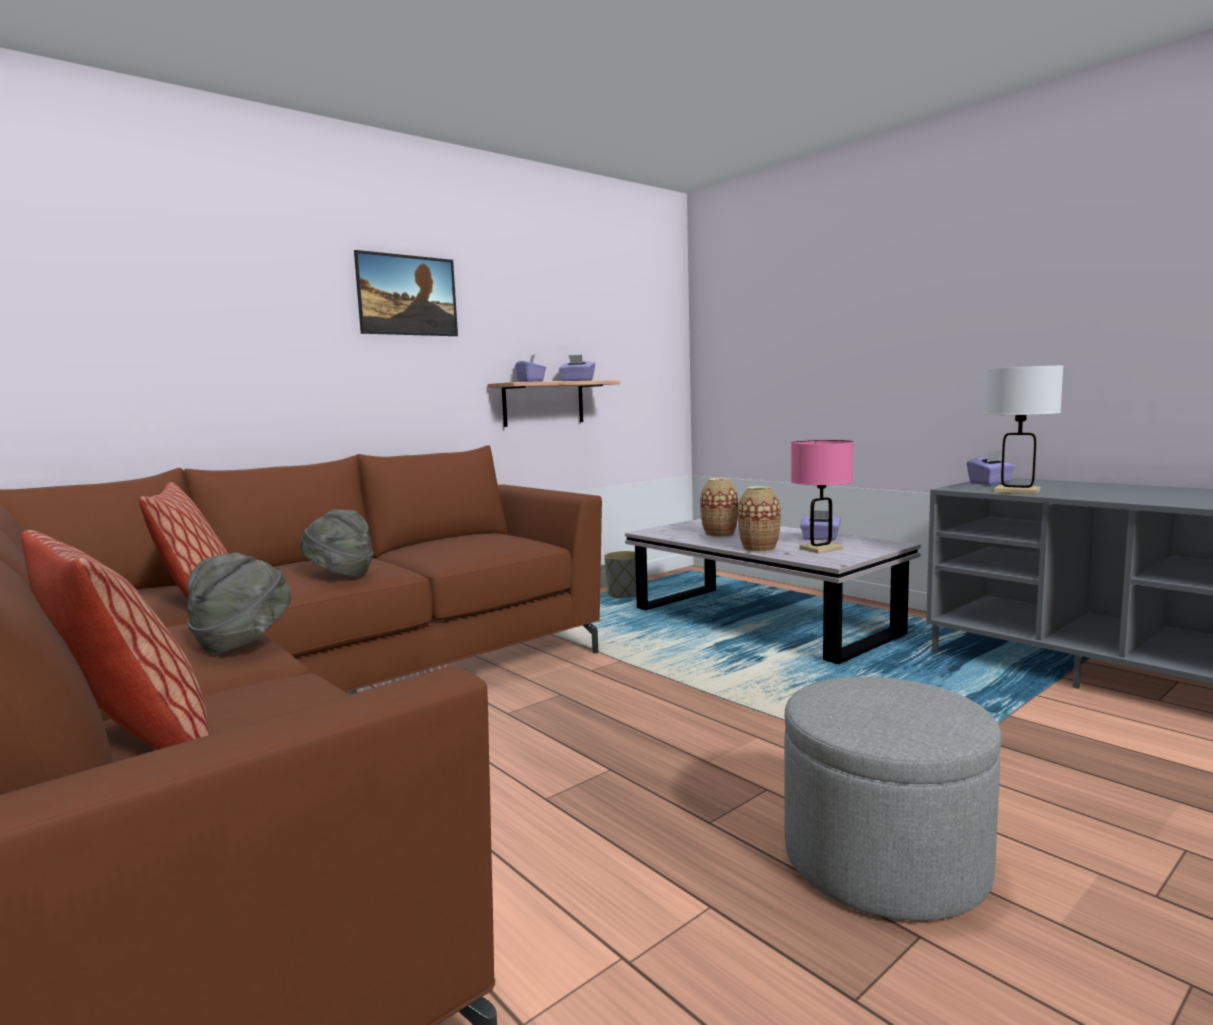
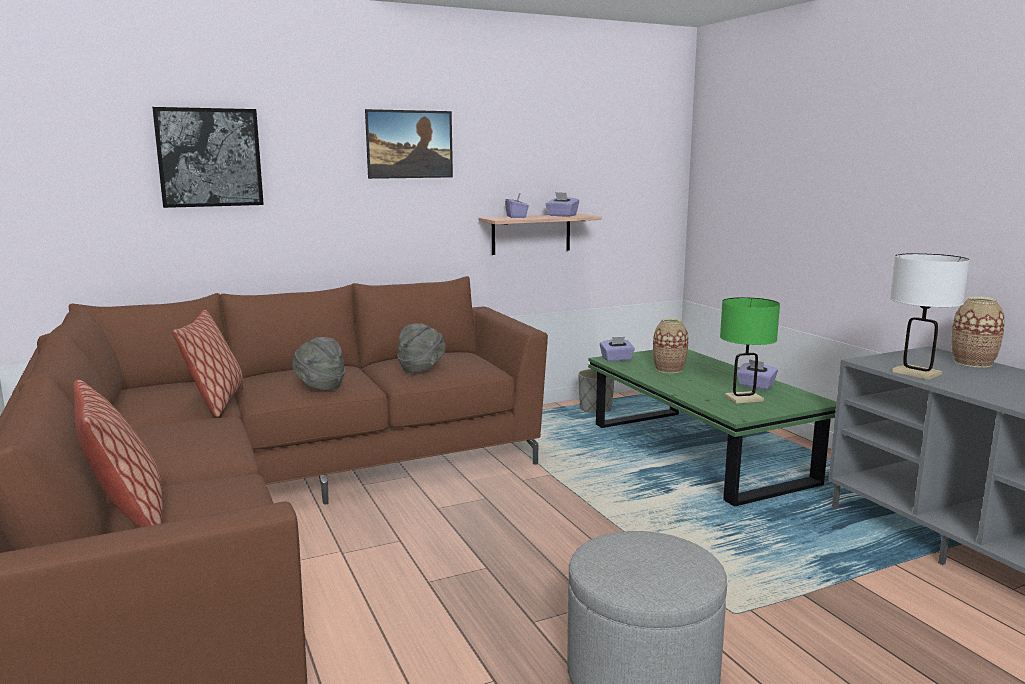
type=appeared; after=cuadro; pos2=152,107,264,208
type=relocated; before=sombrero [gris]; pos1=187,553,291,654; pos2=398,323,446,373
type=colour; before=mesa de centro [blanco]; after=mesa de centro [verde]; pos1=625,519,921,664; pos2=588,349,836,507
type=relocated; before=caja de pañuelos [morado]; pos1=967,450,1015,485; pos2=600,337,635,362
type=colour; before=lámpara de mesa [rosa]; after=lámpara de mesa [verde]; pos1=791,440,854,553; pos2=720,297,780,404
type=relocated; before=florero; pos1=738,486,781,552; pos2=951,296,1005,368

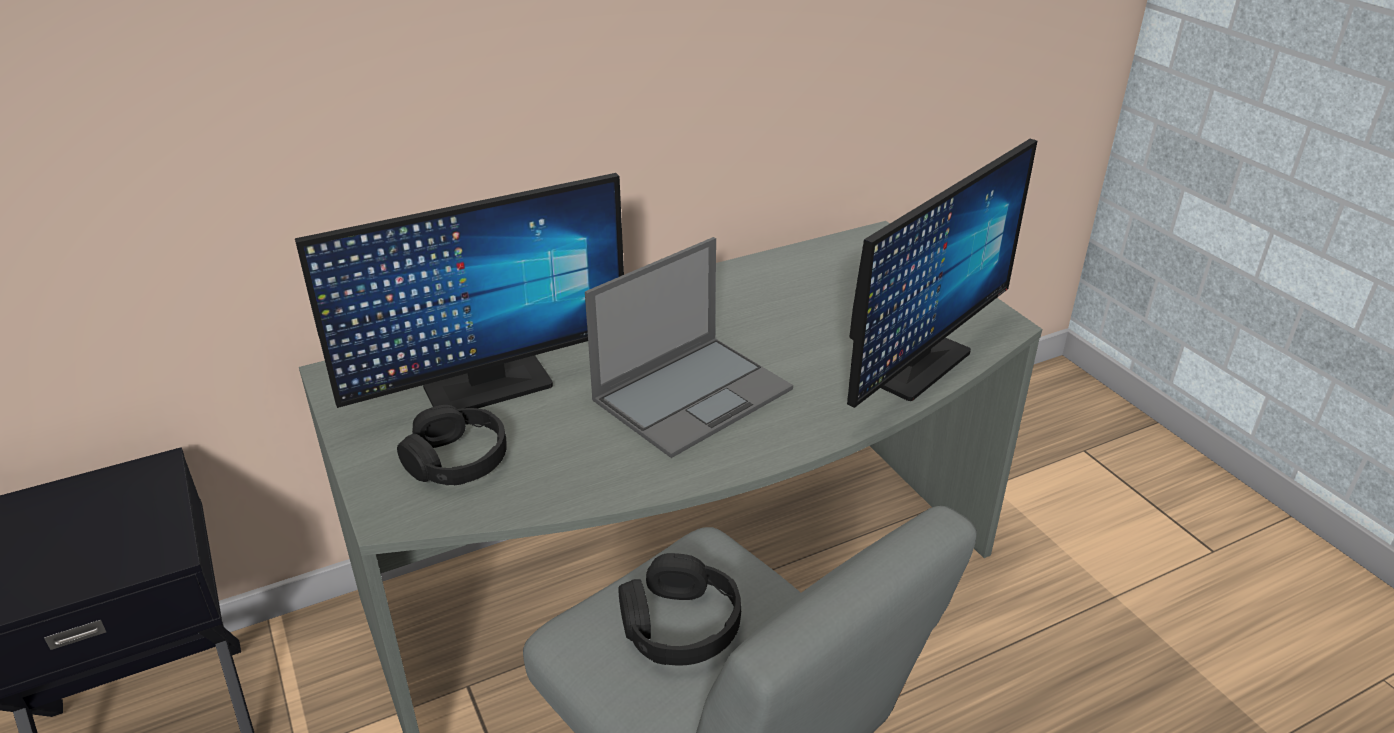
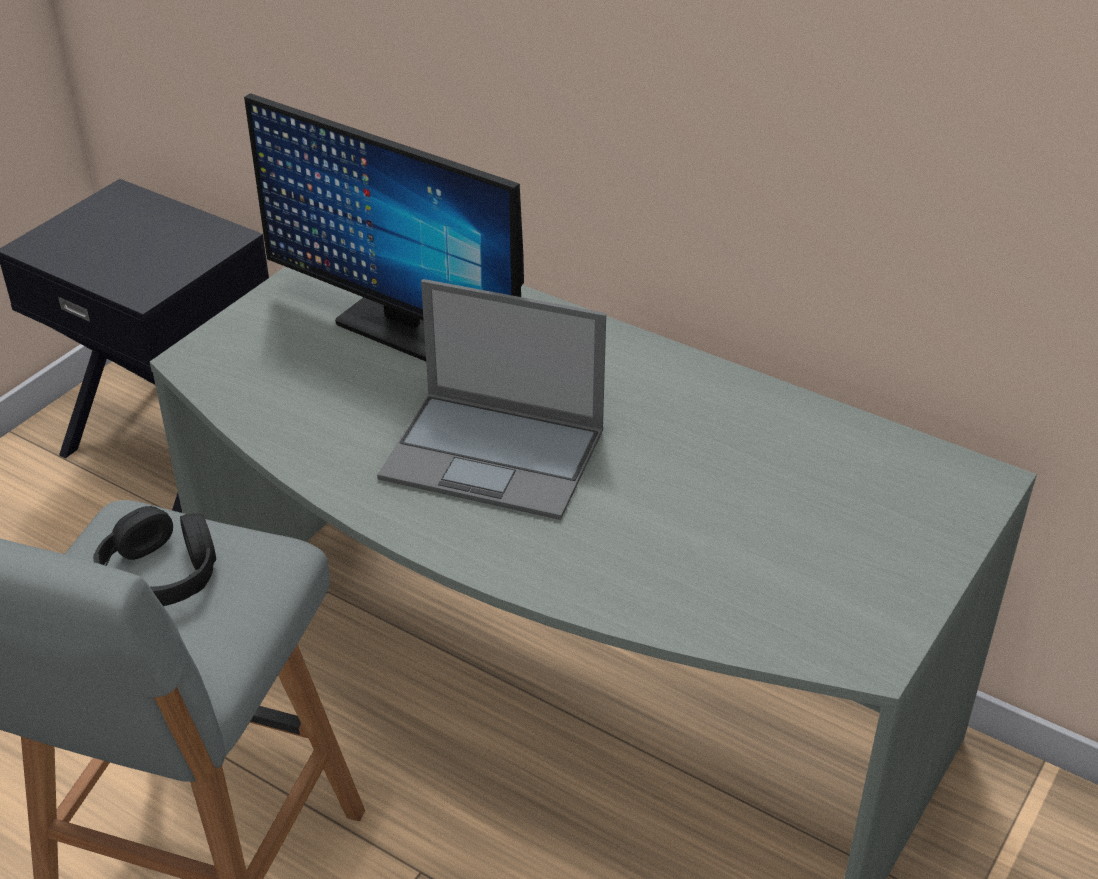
type=missing; before=auriculares [negro]; pos1=397,405,507,485
type=missing; before=monitor; pos1=847,139,1037,408

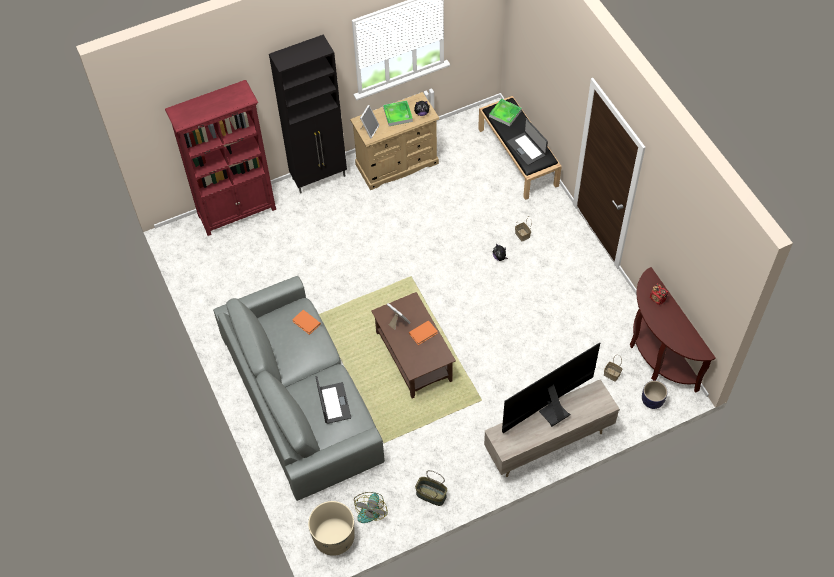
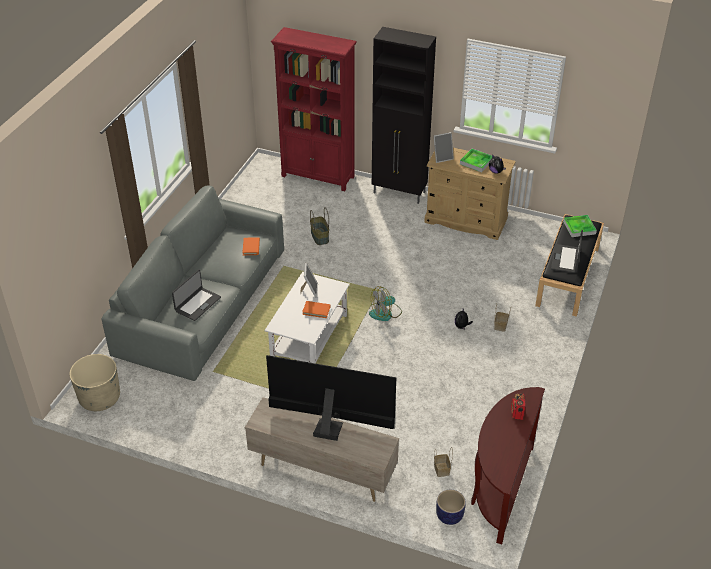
type=colour; before=mesa de centro [marrón]; after=mesa de centro [blanco]; pos1=371,292,456,399; pos2=265,272,350,363
type=relocated; before=cesta; pos1=415,470,447,506; pos2=310,207,329,245
type=relocated; before=ventilador; pos1=354,492,388,523; pos2=369,286,402,321

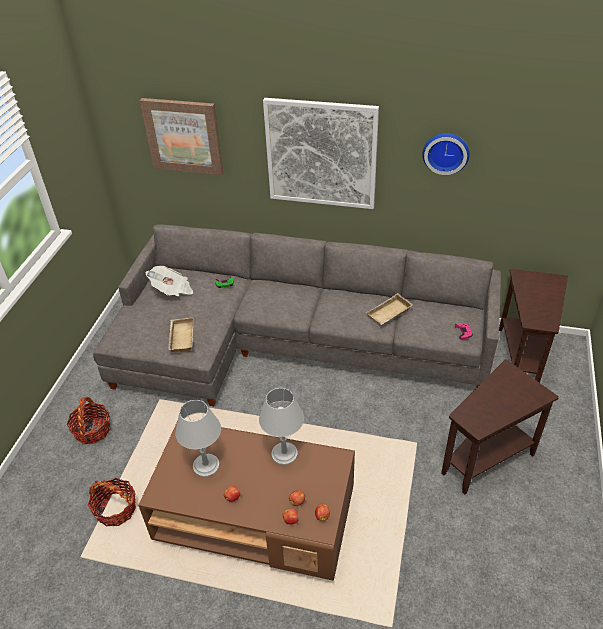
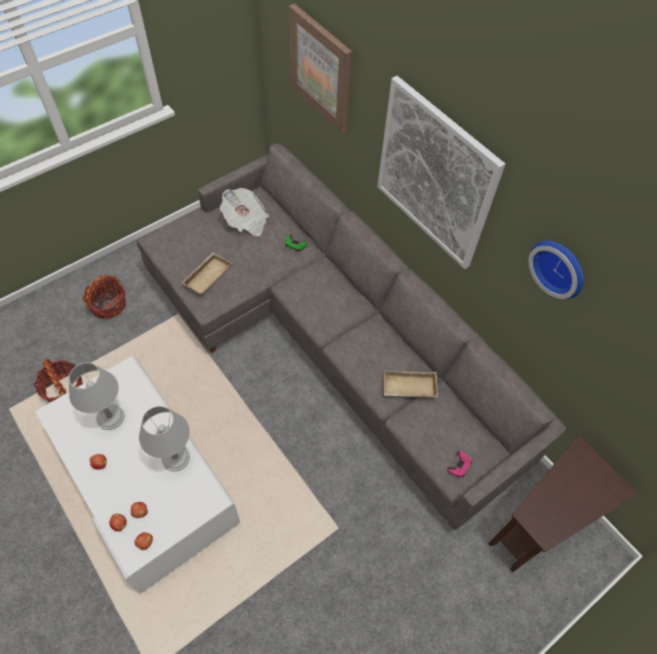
type=colour; before=mesa de centro [marrón]; after=mesa de centro [blanco]; pos1=138,421,355,581; pos2=35,356,240,593
type=missing; before=mesa auxiliar [marrón]; pos1=441,359,559,495

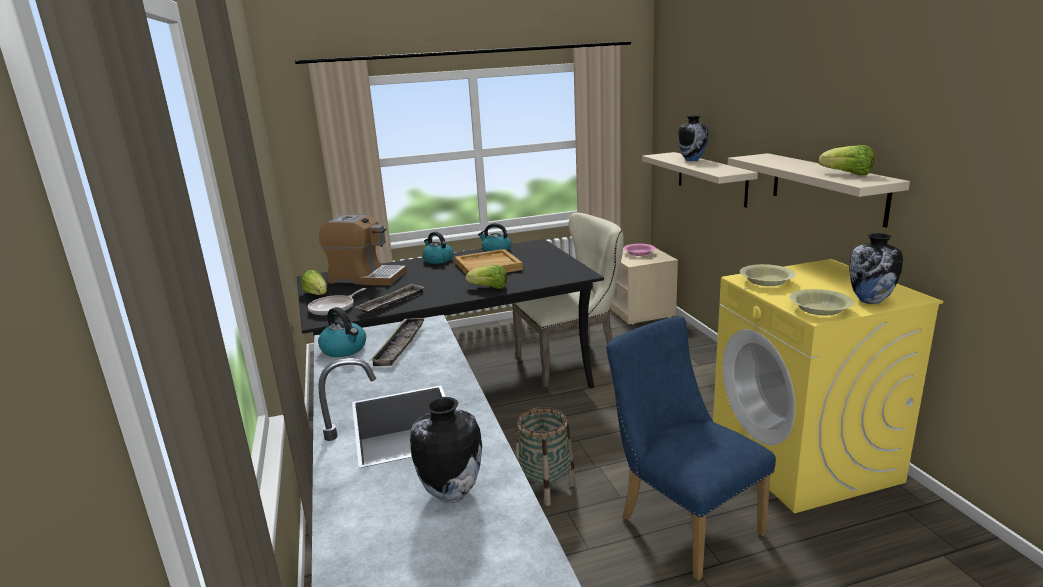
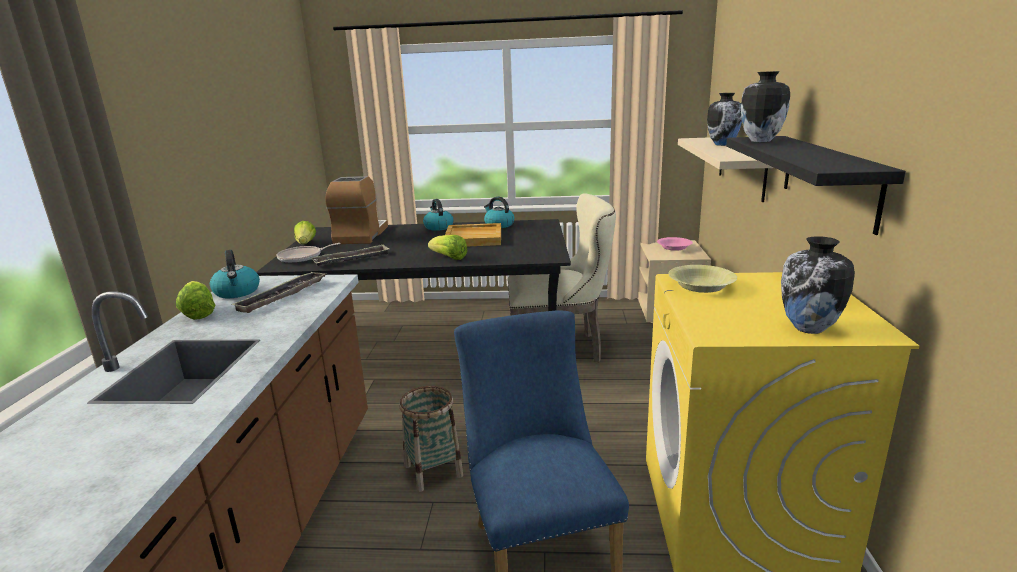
type=relocated; before=lechuga; pos1=819,145,874,175; pos2=176,281,215,320
type=spun; before=cafetera; pos1=319,215,407,286; pos2=325,176,388,244; turn=-120
type=colour; before=estante [beis]; after=estante [negro]; pos1=728,153,910,228; pos2=726,136,906,235
type=relocated; before=florero; pos1=410,397,482,503; pos2=741,71,790,142
type=missing; before=cuenco [amarillo]; pos1=789,289,854,315

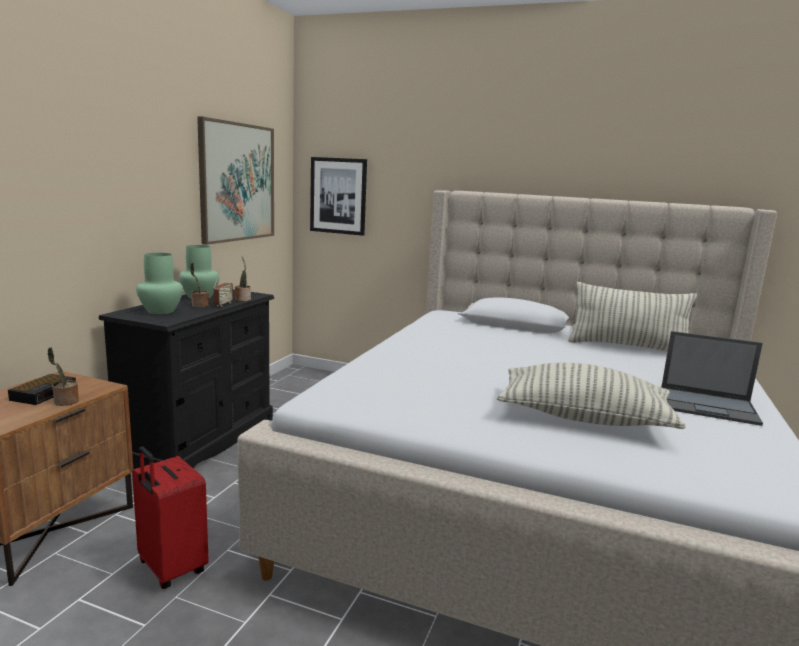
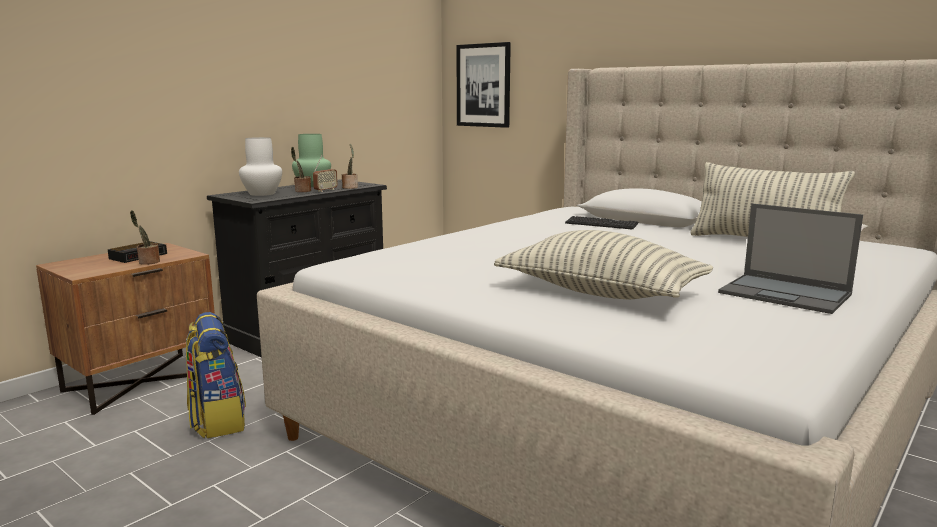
type=exchanged; before=maleta [rojo]; after=mochila; pos1=132,446,209,589; pos2=186,312,246,438
type=colour; before=florero [verde]; after=florero [blanco]; pos1=136,253,183,314; pos2=239,137,282,196
type=appeared; after=teclado; pos2=565,216,639,230
type=missing; before=cuadro; pos1=197,116,274,245

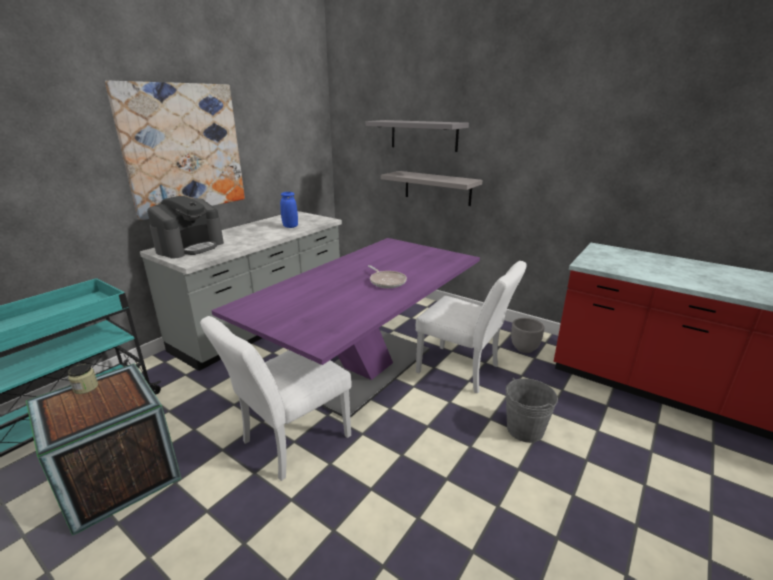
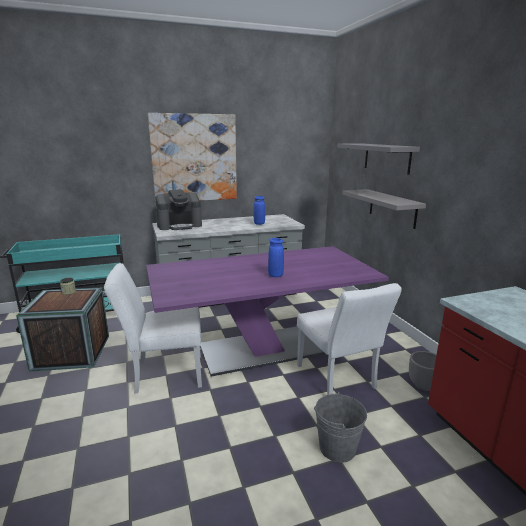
type=exchanged; before=sartén; after=florero [azul]; pos1=368,265,407,288; pos2=268,238,284,277

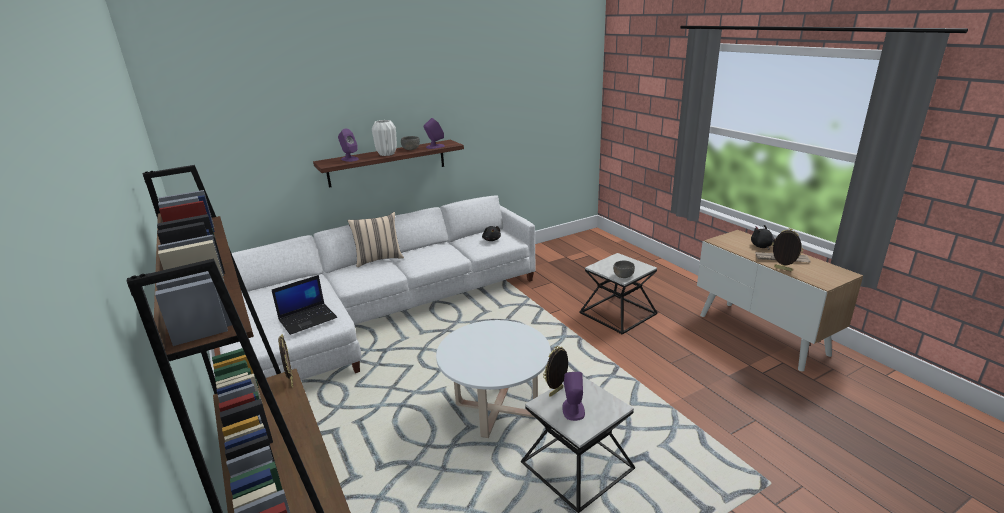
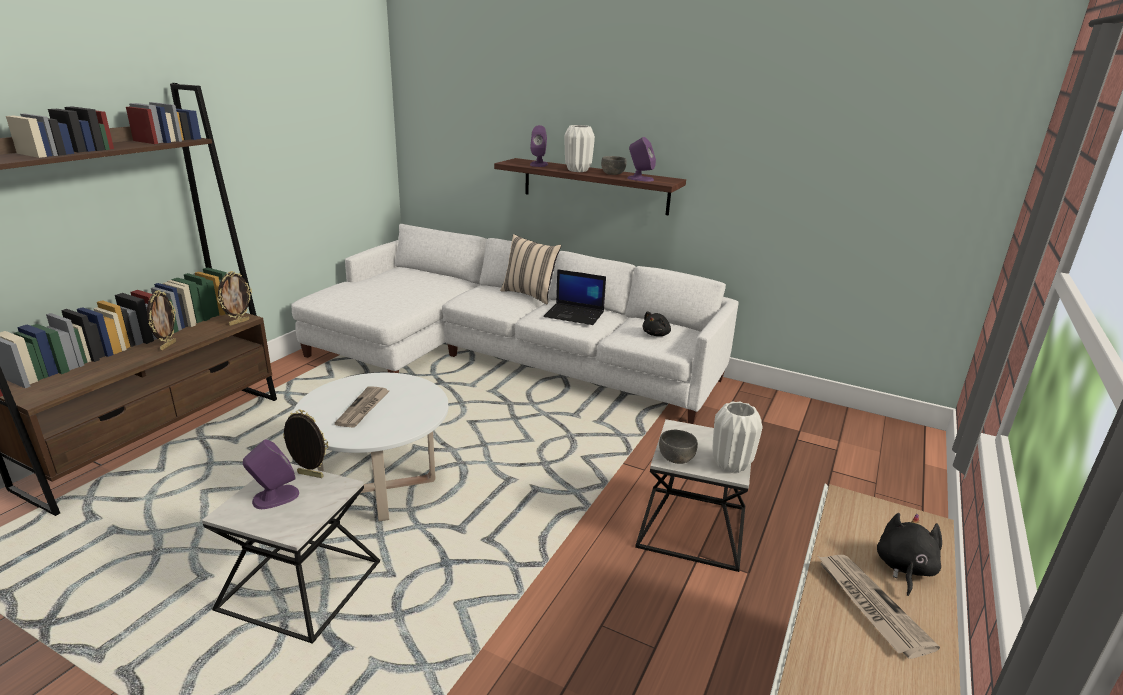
type=relocated; before=portarretratos; pos1=772,228,804,271; pos2=147,290,176,350
type=appeared; after=periódico; pos2=335,386,389,428
type=relocated; before=portátil; pos1=272,275,337,335; pos2=543,269,606,325
type=appeared; after=florero [blanco]; pos2=713,401,763,473

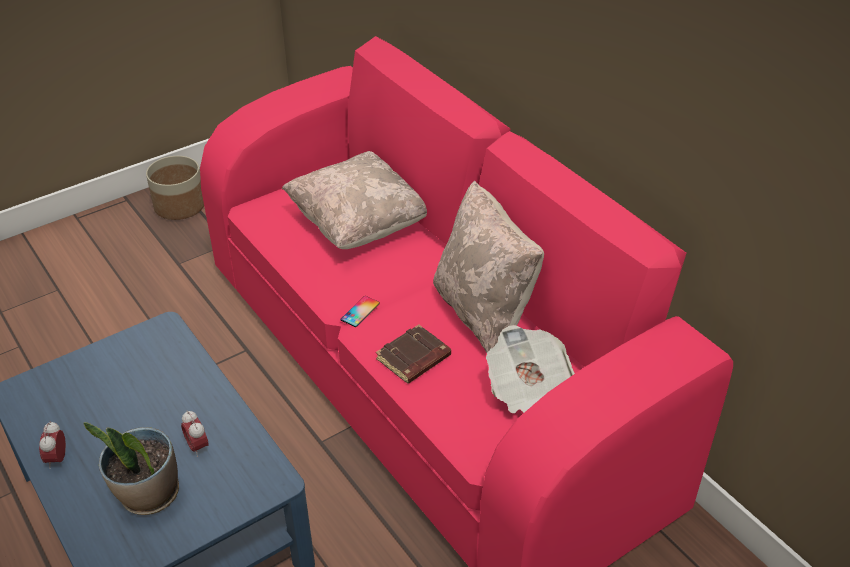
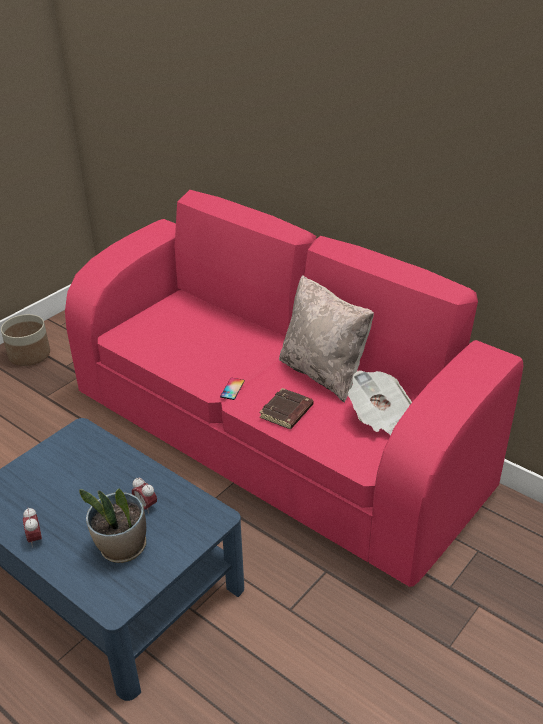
type=missing; before=cojín [beis]; pos1=282,151,427,249

